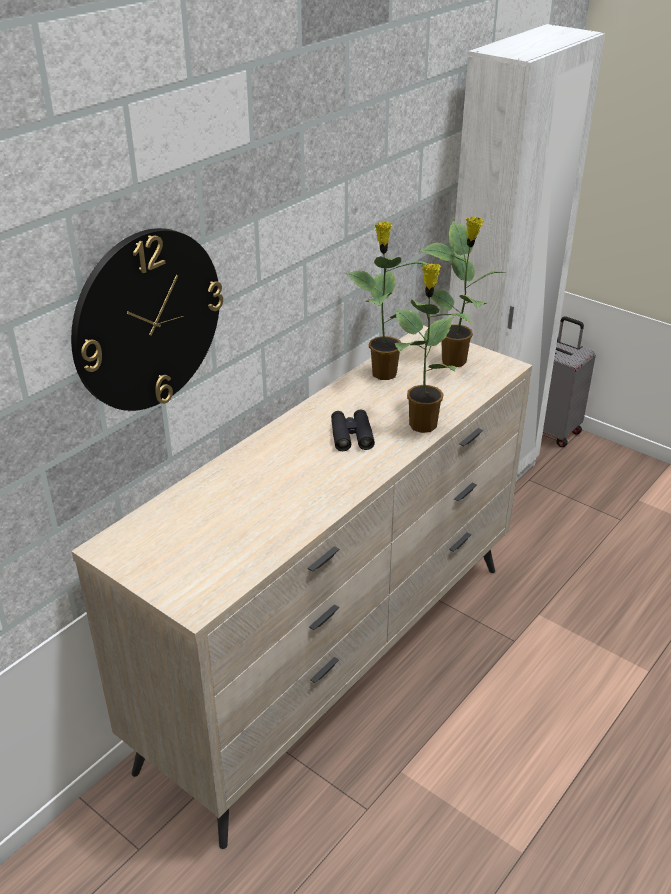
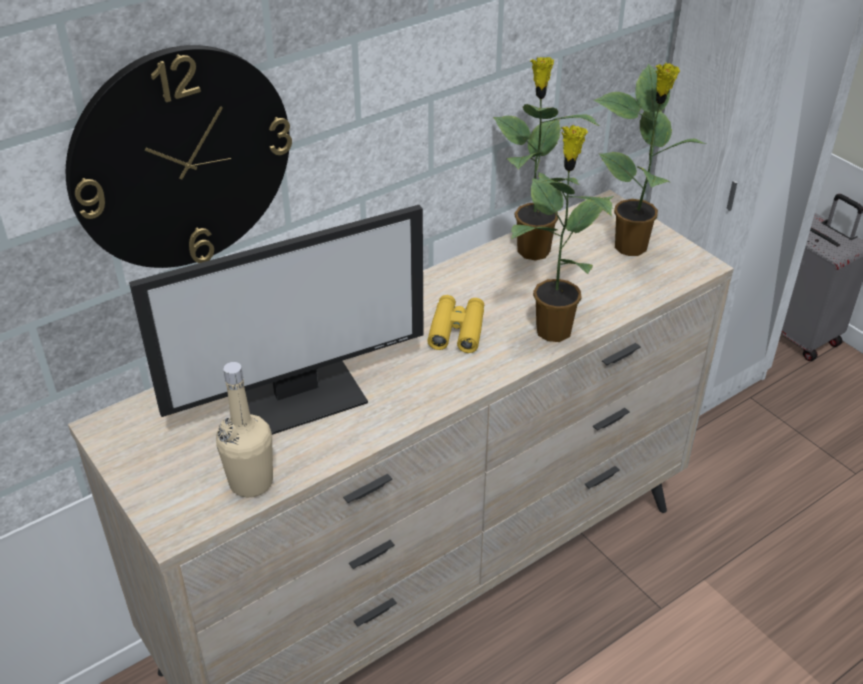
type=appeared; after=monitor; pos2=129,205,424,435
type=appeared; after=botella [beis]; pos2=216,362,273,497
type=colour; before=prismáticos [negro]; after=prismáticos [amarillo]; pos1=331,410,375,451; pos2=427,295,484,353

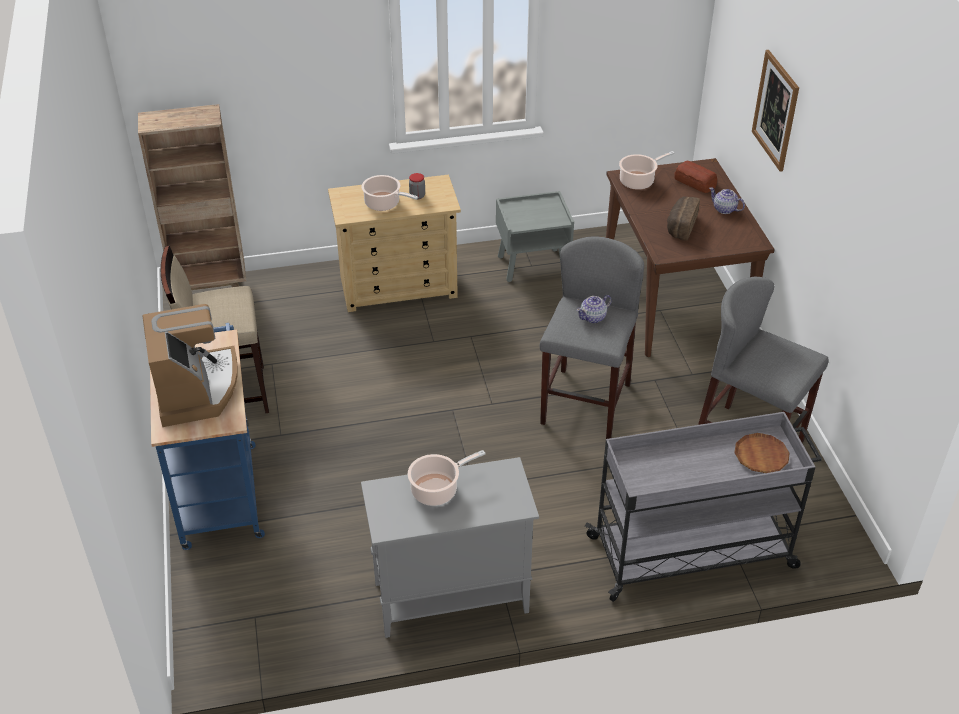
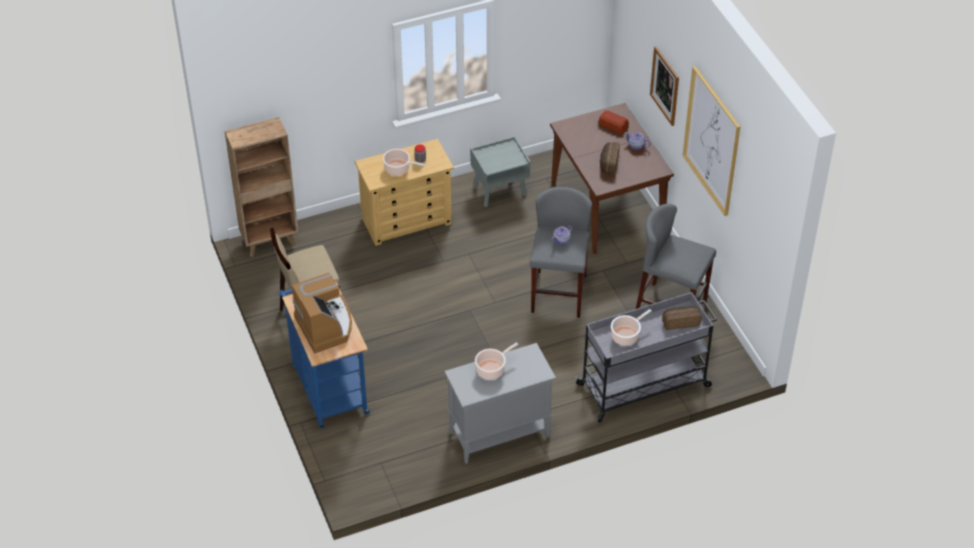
type=relocated; before=olla; pos1=619,151,675,190; pos2=611,309,652,346
type=exchanged; before=plato [marrón]; after=pan; pos1=734,433,790,473; pos2=662,306,702,330
type=appeared; after=cuadro; pos2=683,66,740,216

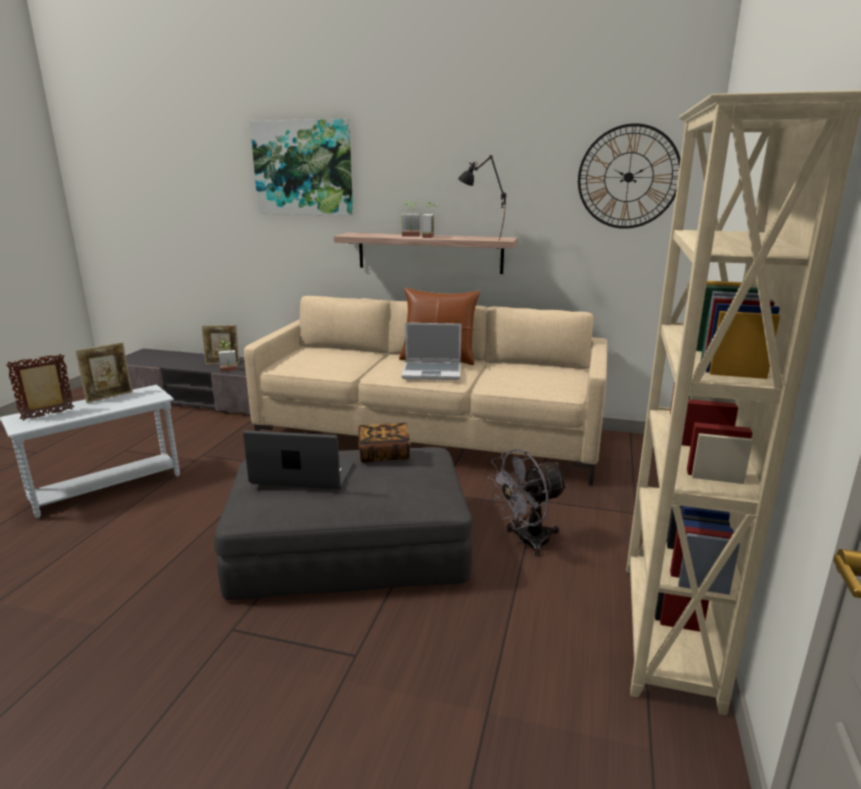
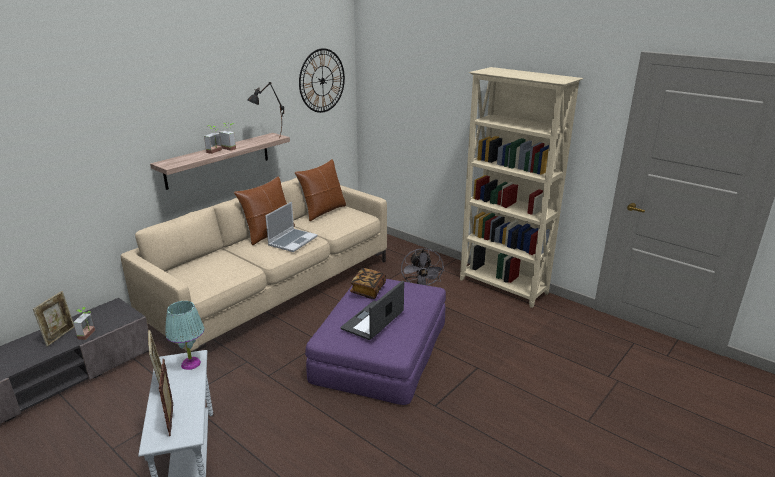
type=appeared; after=lámpara de mesa [turquesa]; pos2=165,301,205,370
type=appeared; after=cojín [marrón]; pos2=294,159,346,221
type=colour; before=puf [gris]; after=puf [morado]; pos1=214,447,472,601; pos2=305,279,446,405
type=missing; before=cuadro; pos1=250,119,353,216

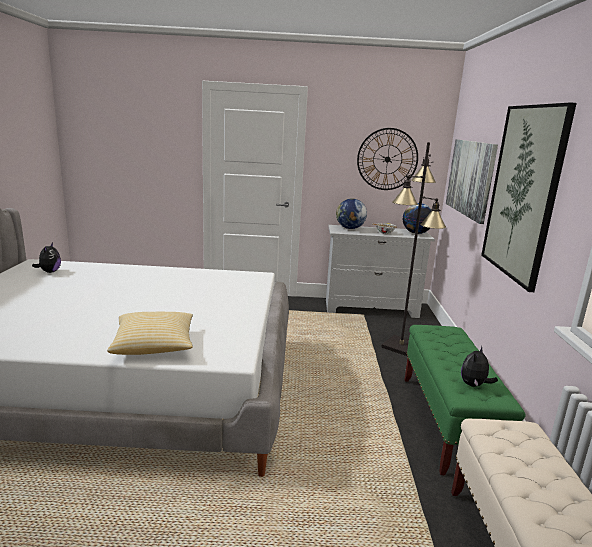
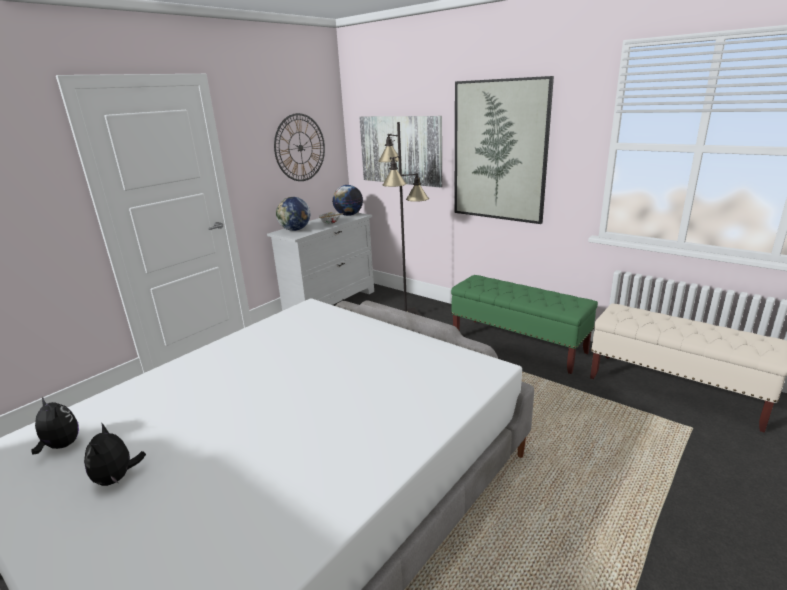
type=relocated; before=peluche; pos1=461,346,498,387; pos2=84,424,146,486
type=missing; before=cojín; pos1=107,312,193,355

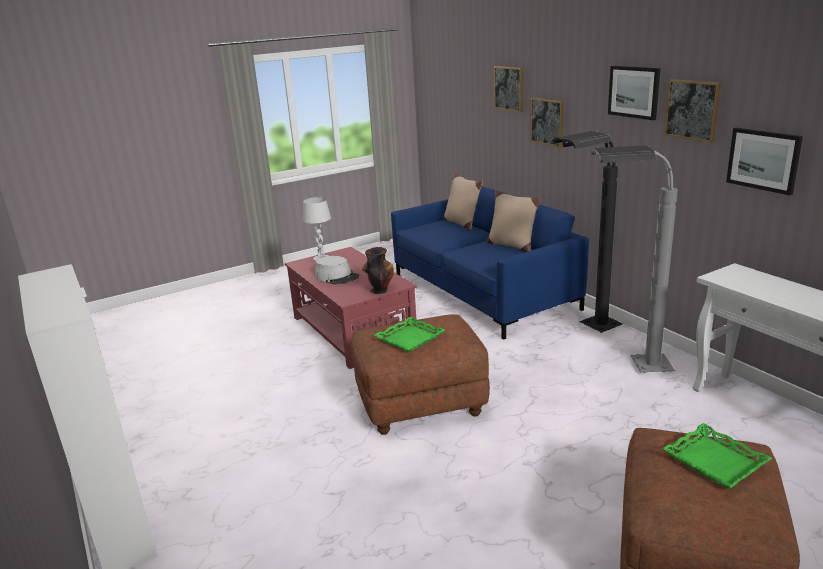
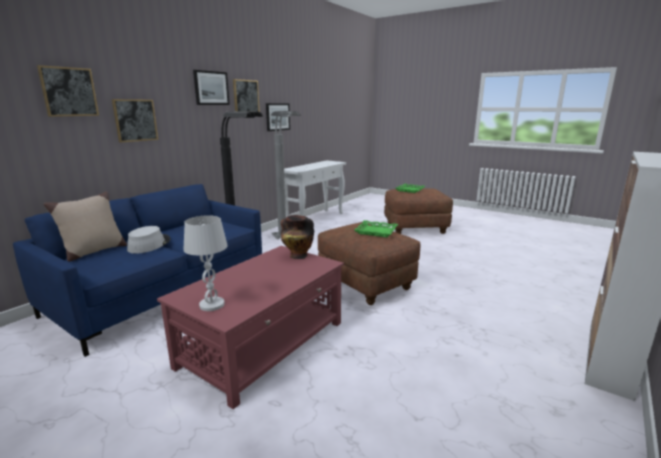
type=relocated; before=sombrero [gris]; pos1=315,256,359,284; pos2=127,226,170,254
type=missing; before=cojín [beis]; pos1=487,190,540,252

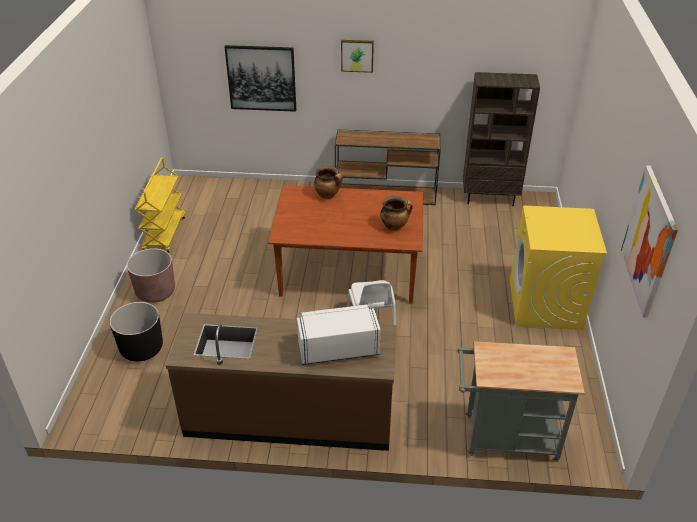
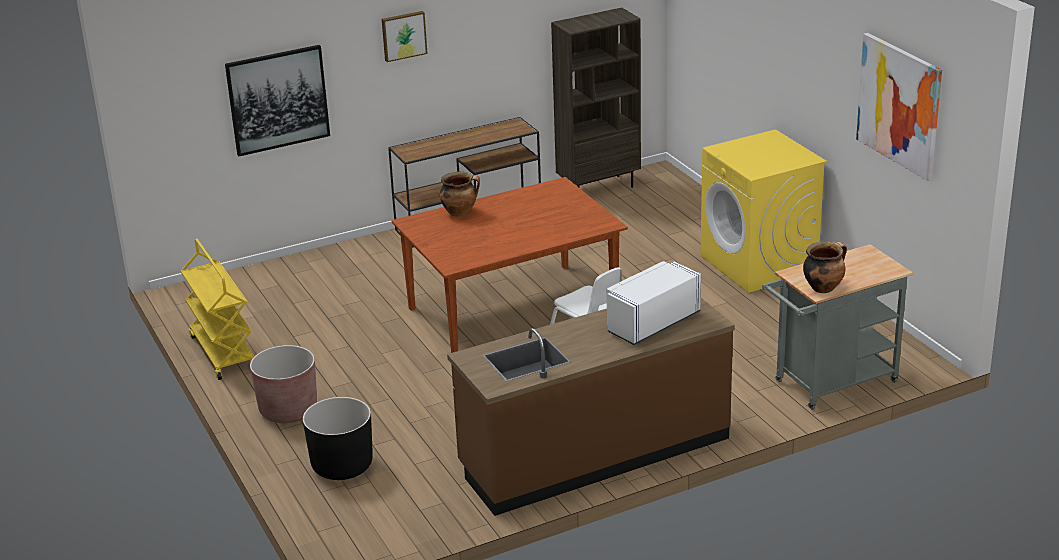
type=relocated; before=olla; pos1=380,196,413,231; pos2=803,241,847,293

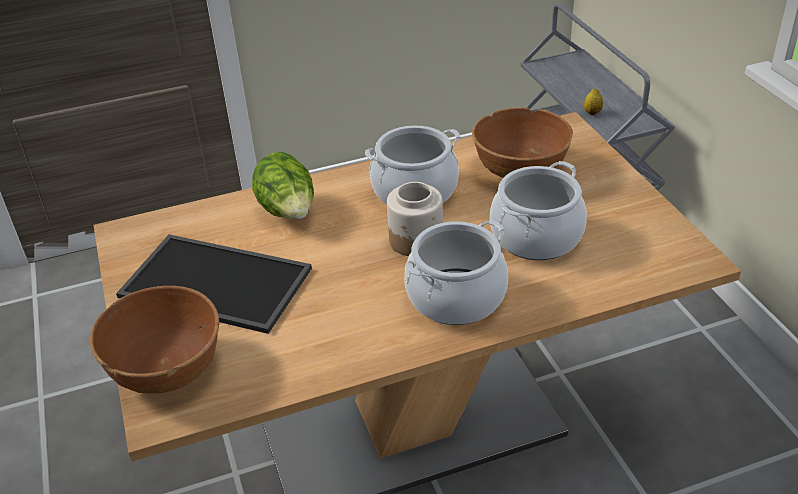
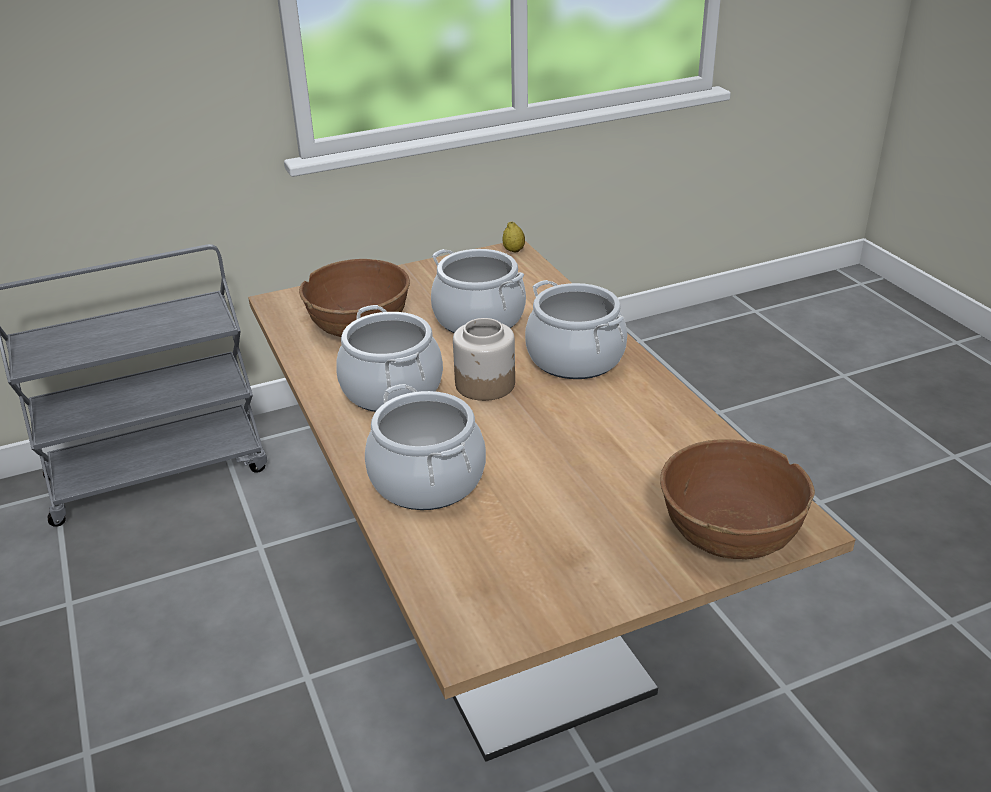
type=exchanged; before=lechuga; after=olla; pos1=252,152,314,219; pos2=365,384,486,510
type=relocated; before=limón; pos1=584,89,603,115; pos2=502,222,525,252
type=missing; before=bandeja; pos1=116,234,312,334

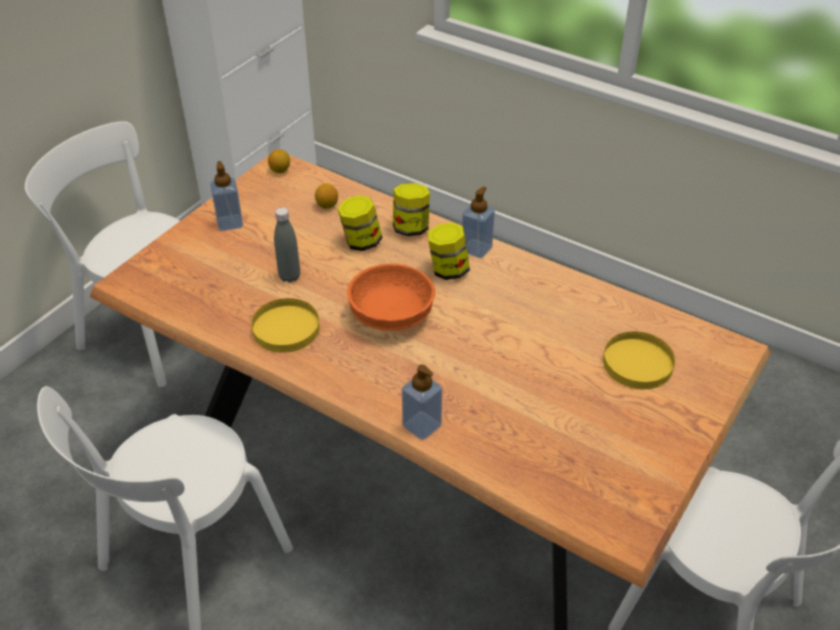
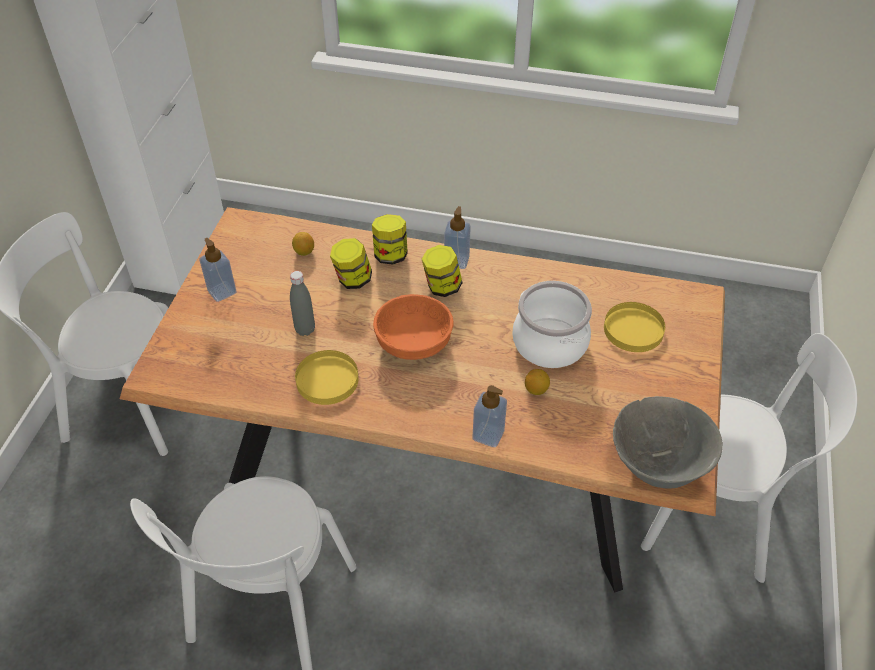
type=appeared; after=olla; pos2=513,281,592,368
type=relocated; before=limón; pos1=268,149,290,173; pos2=525,369,550,395
type=appeared; after=cuenco [gris]; pos2=613,396,723,489

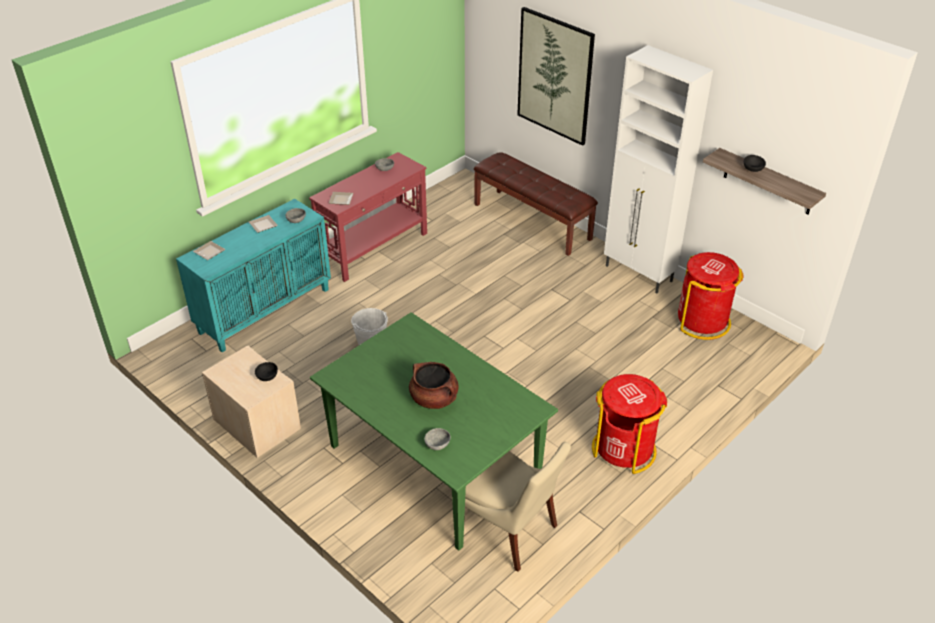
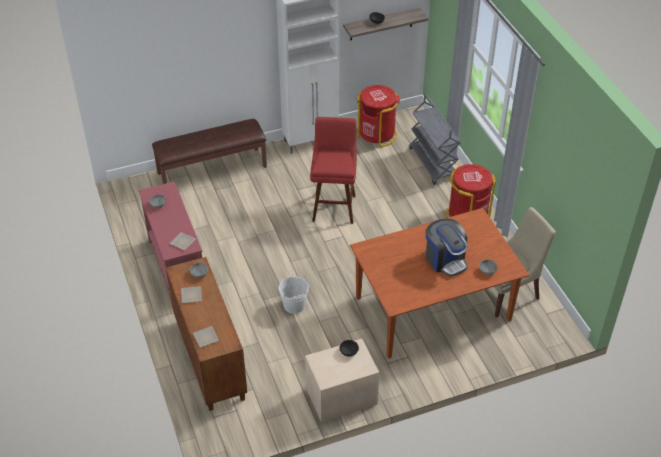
type=colour; before=armario [turquesa]; after=armario [marrón]; pos1=176,199,331,352; pos2=166,257,247,411
type=appeared; after=taburete [rojo]; pos2=310,117,357,224
type=colour; before=mesa de comedor [verde]; after=mesa de comedor [marrón]; pos1=310,312,558,551; pos2=350,208,529,359
type=appeared; after=carrito [gris]; pos2=409,94,461,185
type=exchanged; before=olla [marrón]; after=cafetera; pos1=409,362,459,409; pos2=426,219,468,277
type=missing; before=cuadro; pos1=517,7,595,146

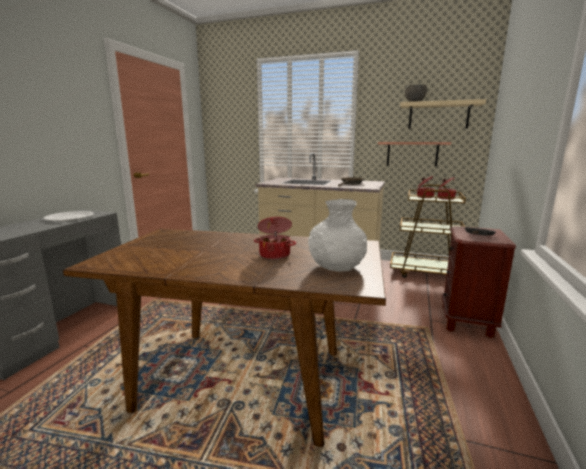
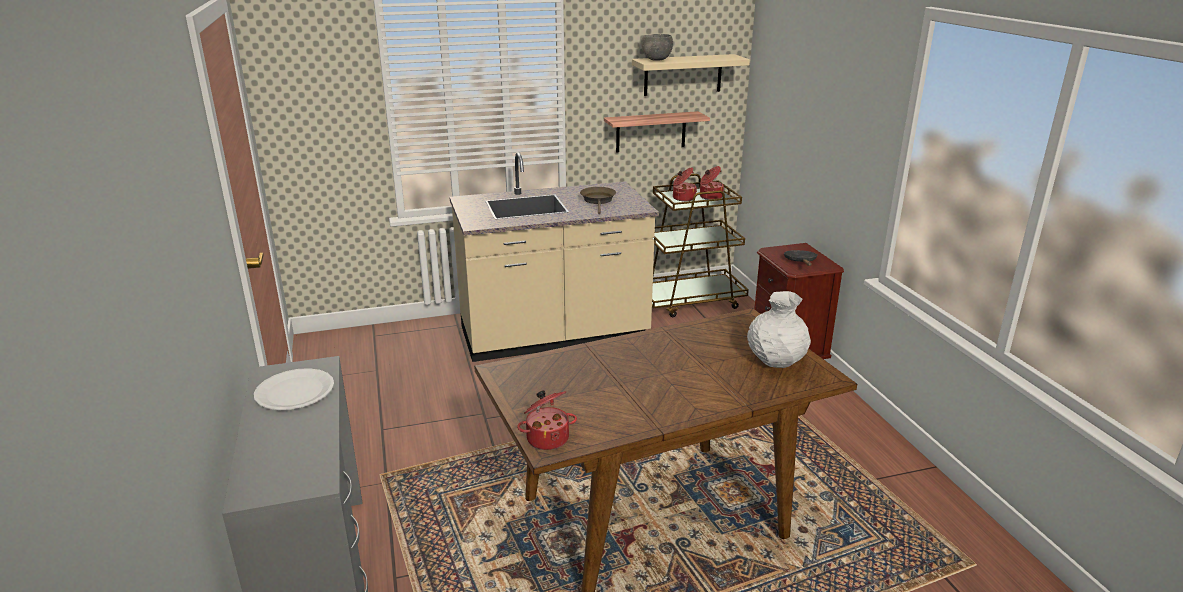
type=relocated; before=olla; pos1=254,217,296,260; pos2=517,390,577,450

